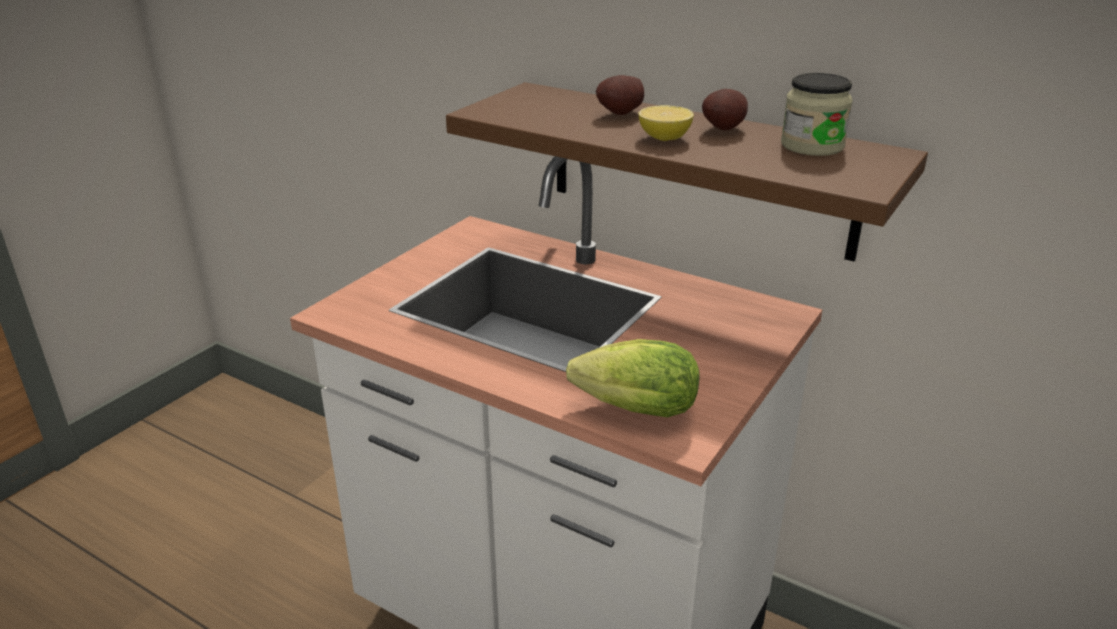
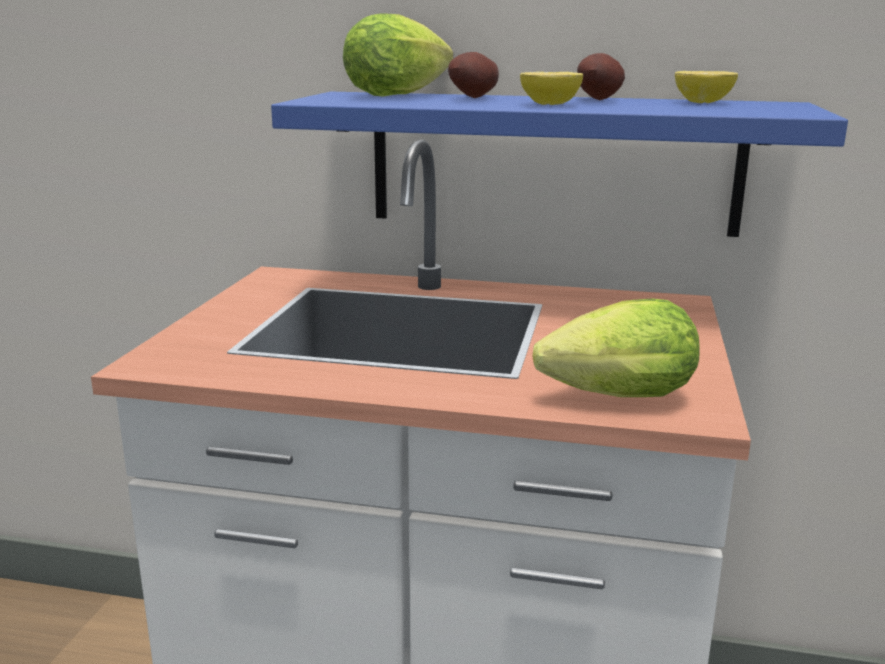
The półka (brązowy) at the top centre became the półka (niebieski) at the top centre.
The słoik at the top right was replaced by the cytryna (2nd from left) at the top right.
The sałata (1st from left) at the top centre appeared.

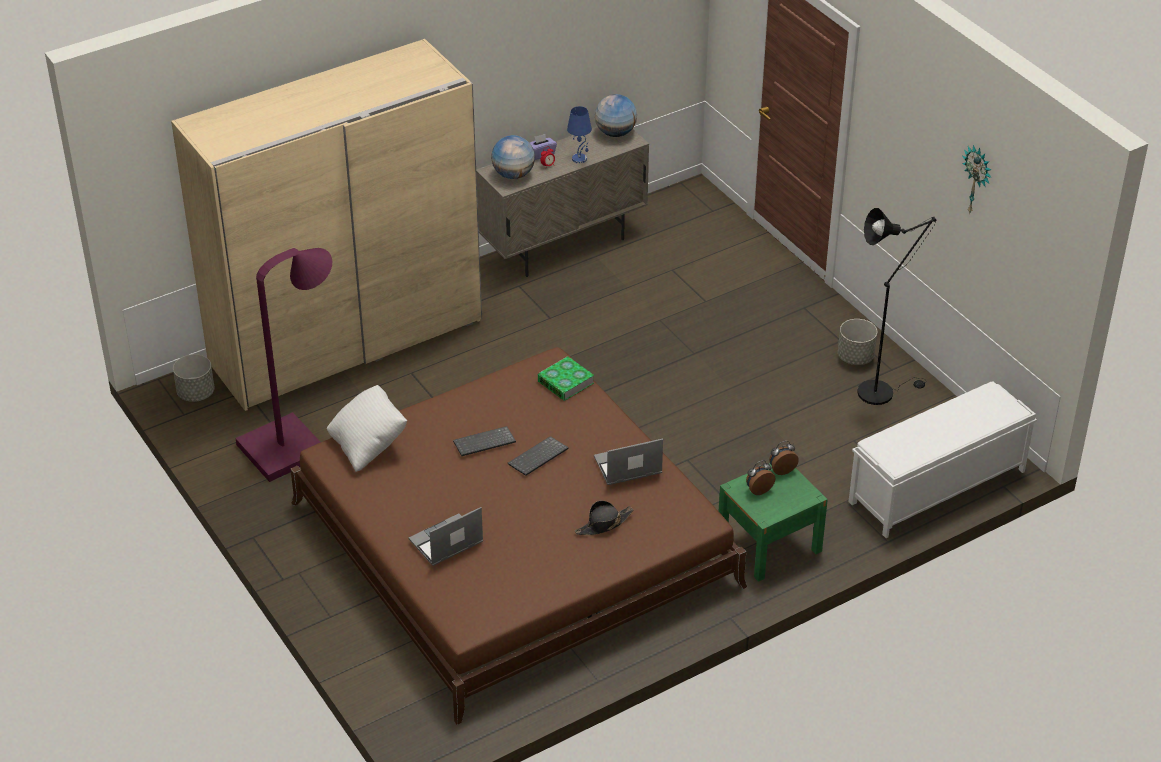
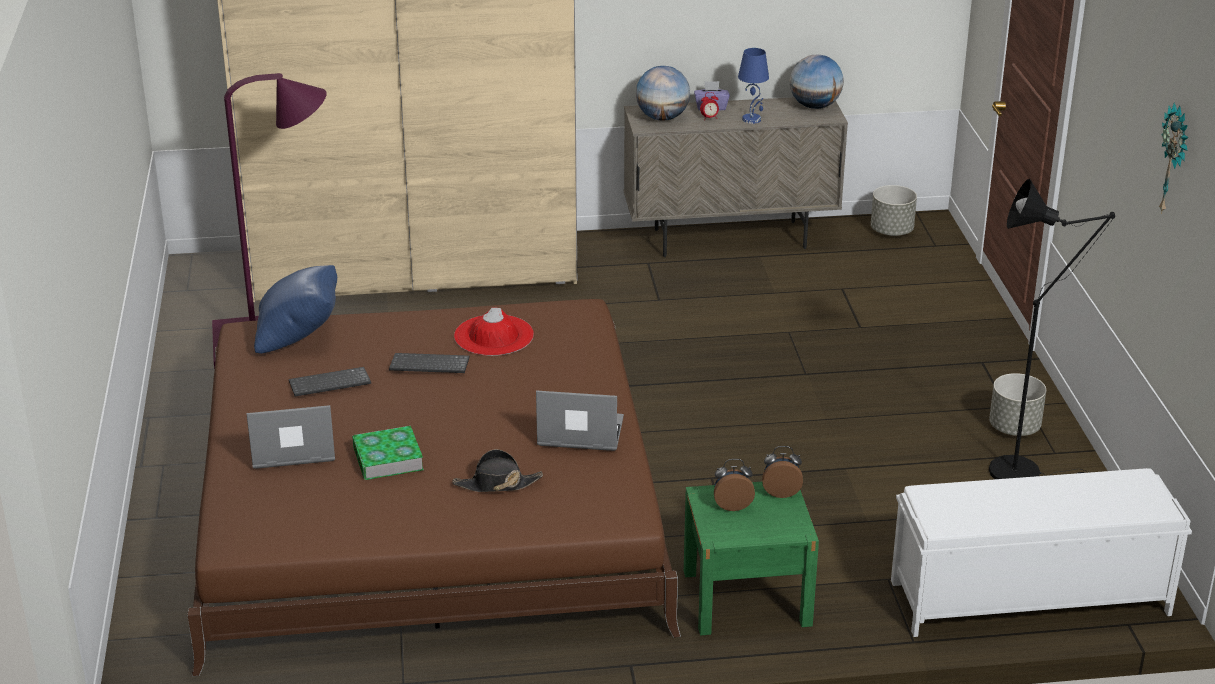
The donica (szary) (1st from left) moved from the middle left to the top right.
The poduszka (biały) at the middle left became the poduszka (niebieski) at the middle left.
The klawiatura (2nd from left in the first image) moved from the centre to the middle left.
The książka moved from the centre to the middle left.
The kapelusz (czerwony) at the centre appeared.

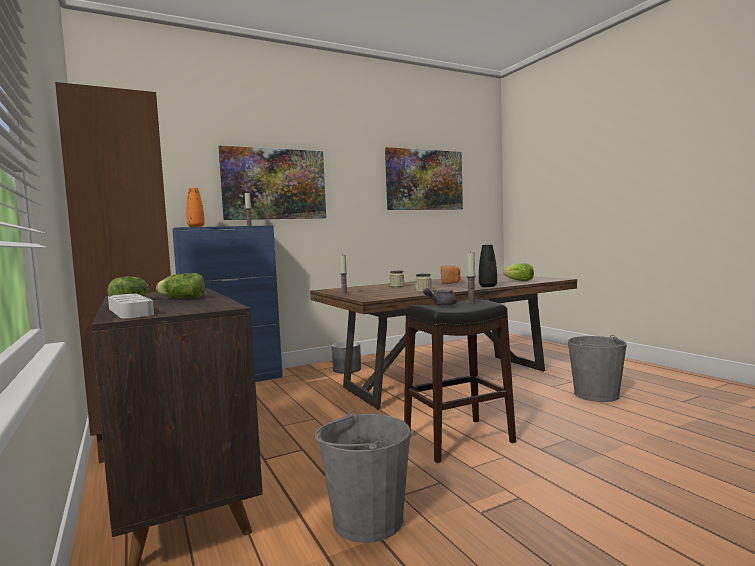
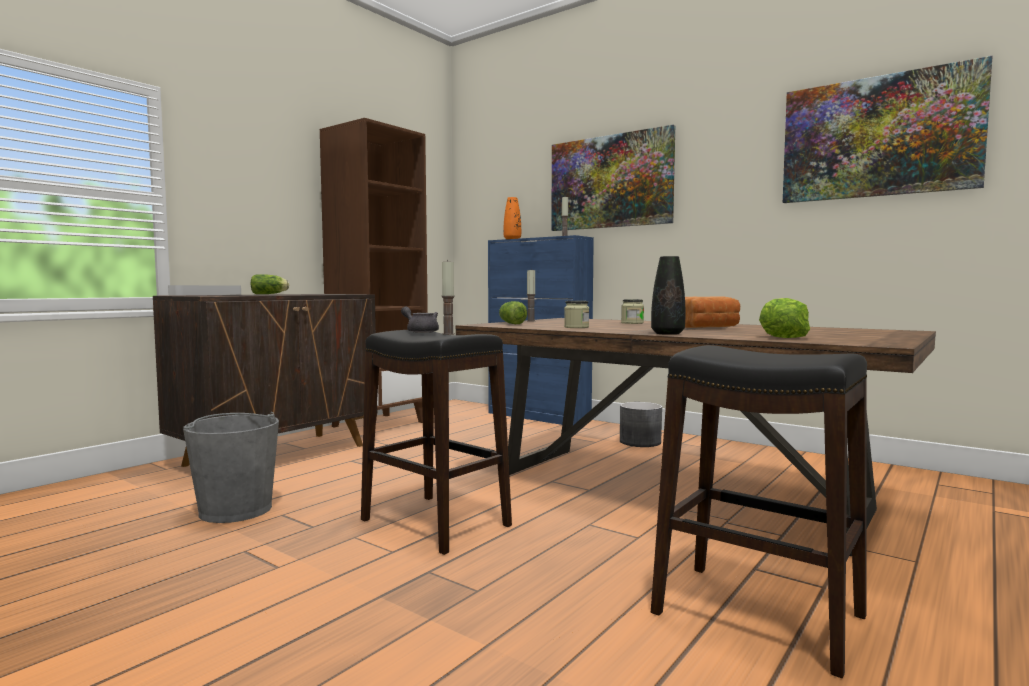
The sałata (2nd from left) moved from the middle left to the centre.
The wiadro (szary) (2nd from left) at the middle right was replaced by the stołek (czarny) (2nd from left) at the bottom right.

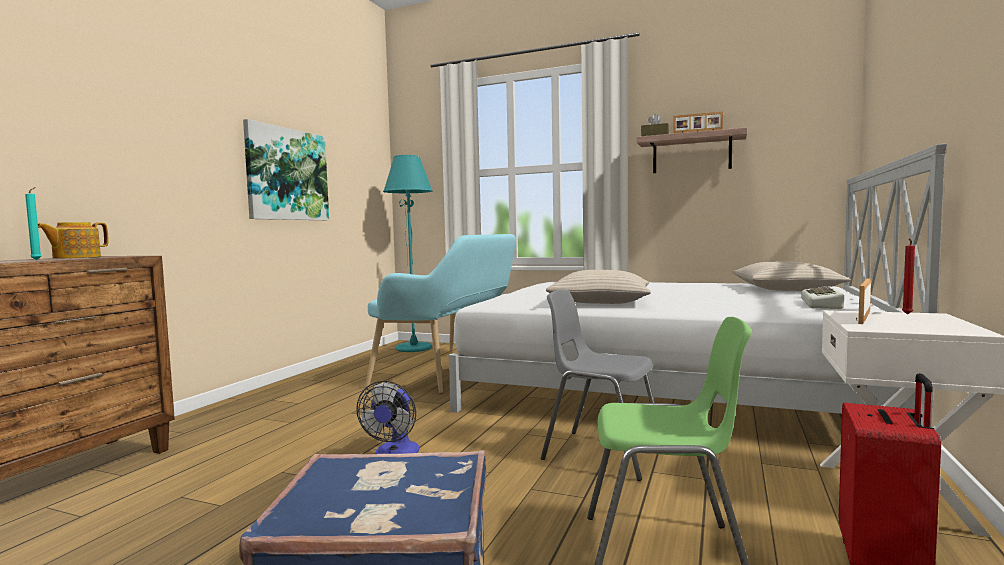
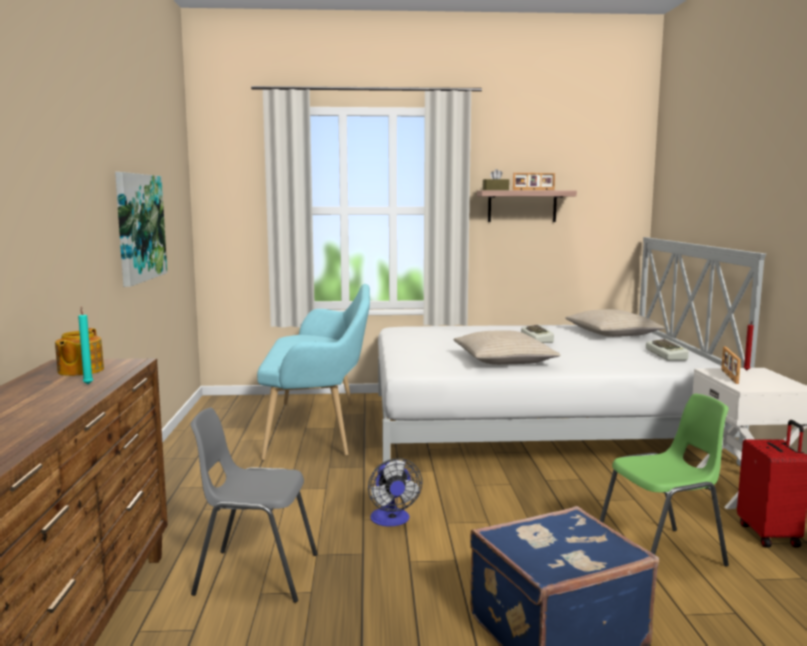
The lampa stojąca (turkusowy) at the centre disappeared.
The krzesło (szary) moved from the bottom centre to the bottom left.
The klawiatura (1st from left) at the centre appeared.

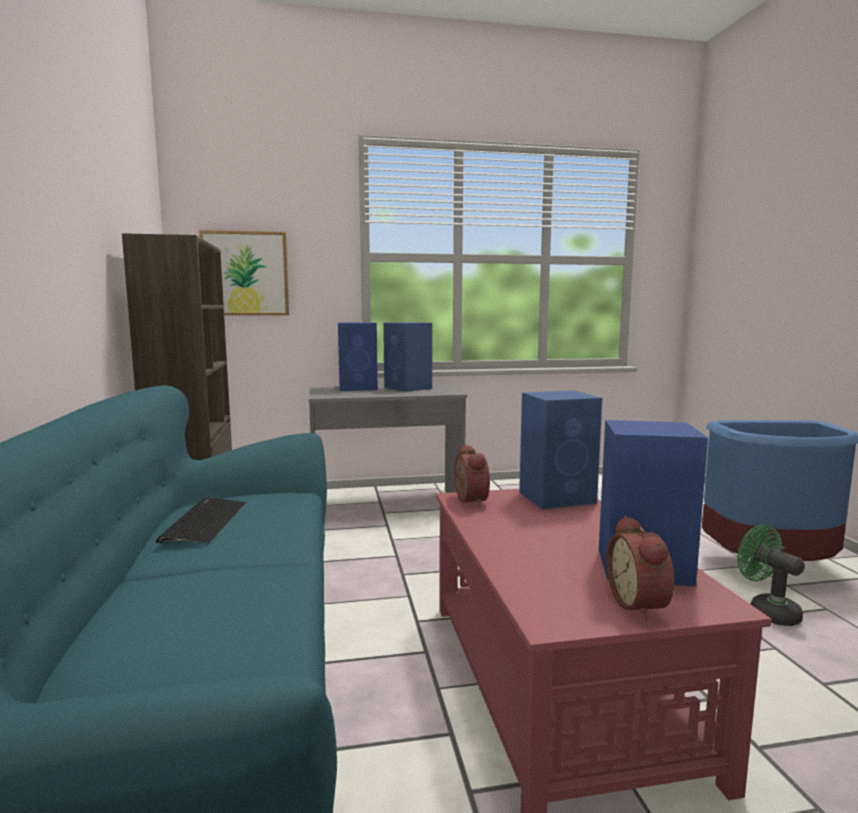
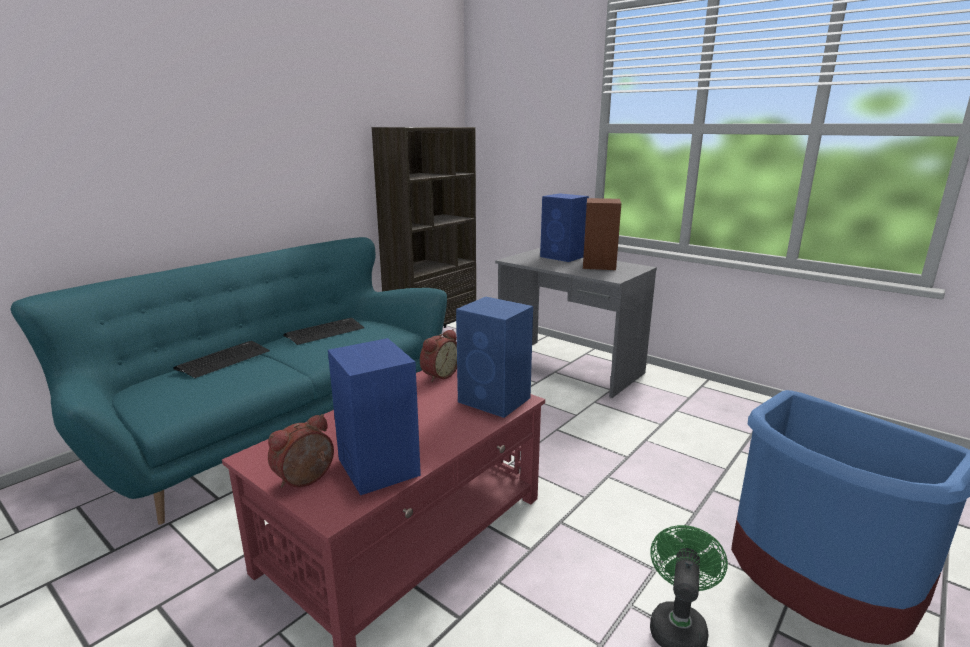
The obraz at the middle left disappeared.
The głośnik (niebieski) (2nd from left) at the centre became the głośnik (brązowy) at the centre.
The klawiatura (1st from left) at the middle left appeared.

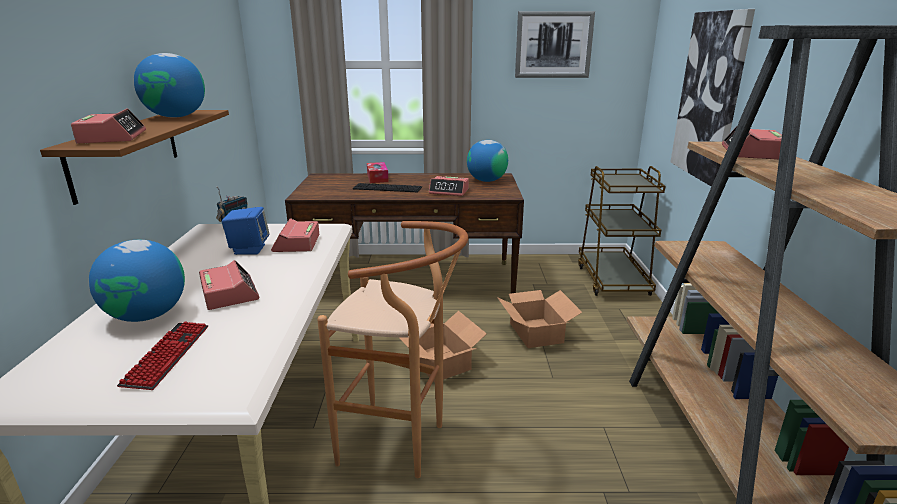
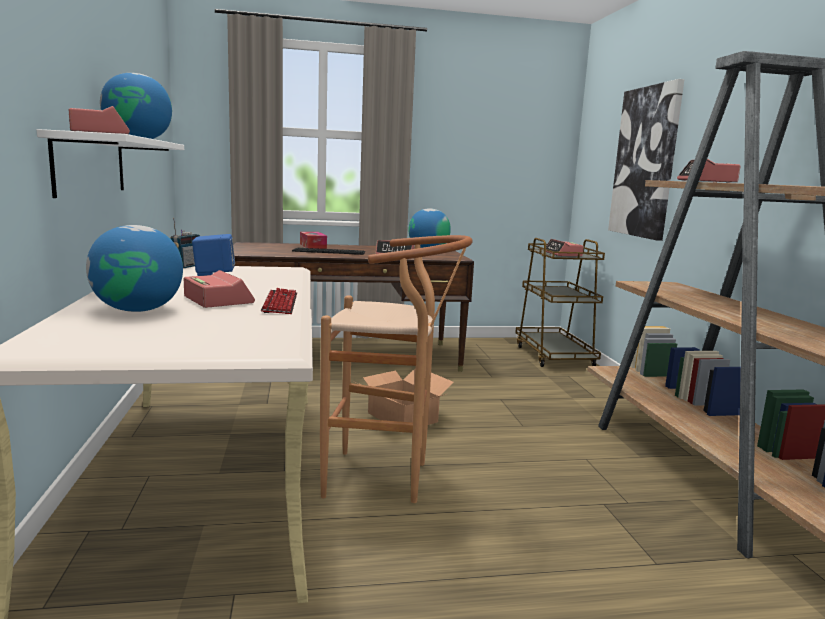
The półka (brązowy) at the top left became the półka (biały) at the top left.
The klawiatura (1st from left) moved from the bottom left to the centre.
The budzik (3rd from left in the first image) moved from the middle left to the middle right.
The karton (2nd from left) at the centre disappeared.
The obraz (1st from left) at the top centre disappeared.

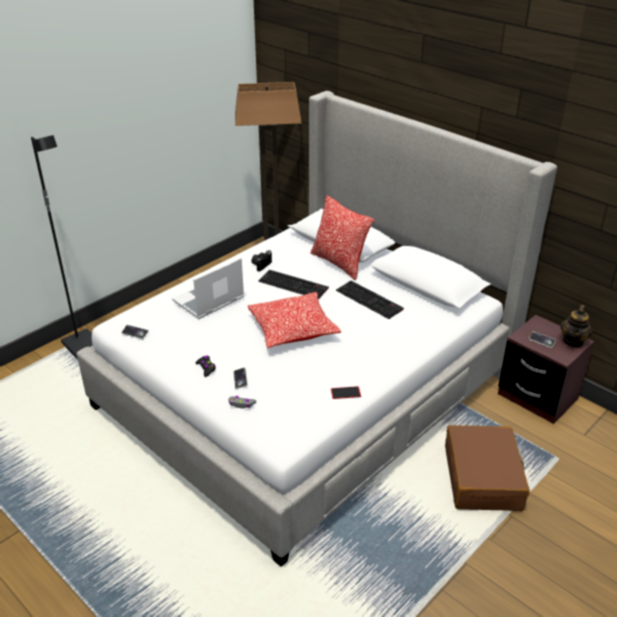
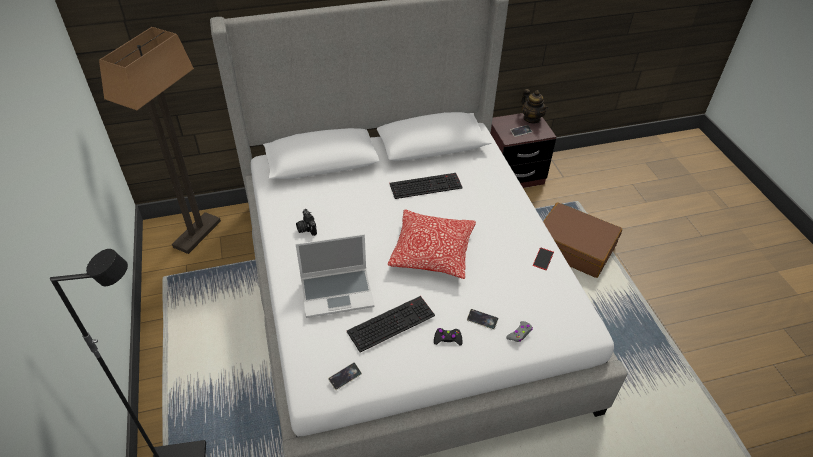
The laptop at the centre turned 90 degrees counterclockwise.
The klawiatura (1st from left) moved from the centre to the bottom centre.
The poduszka (2nd from left) at the centre disappeared.

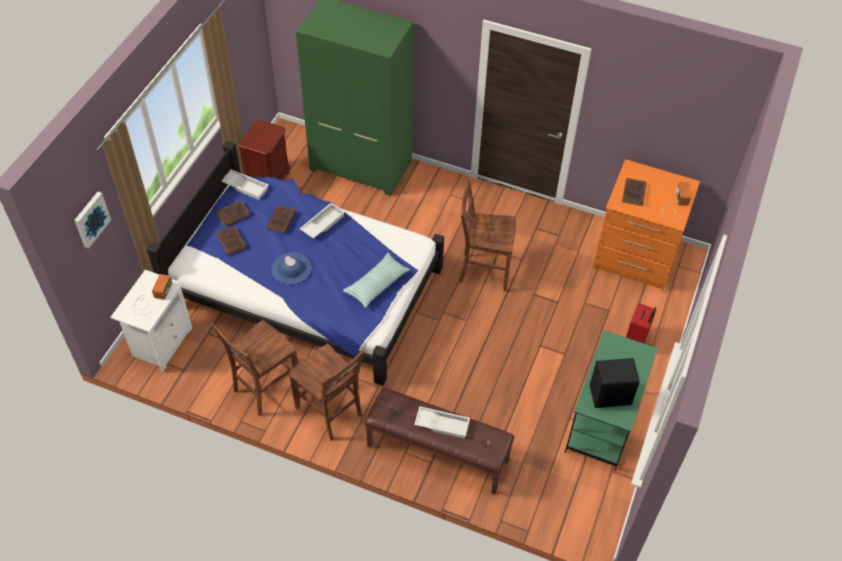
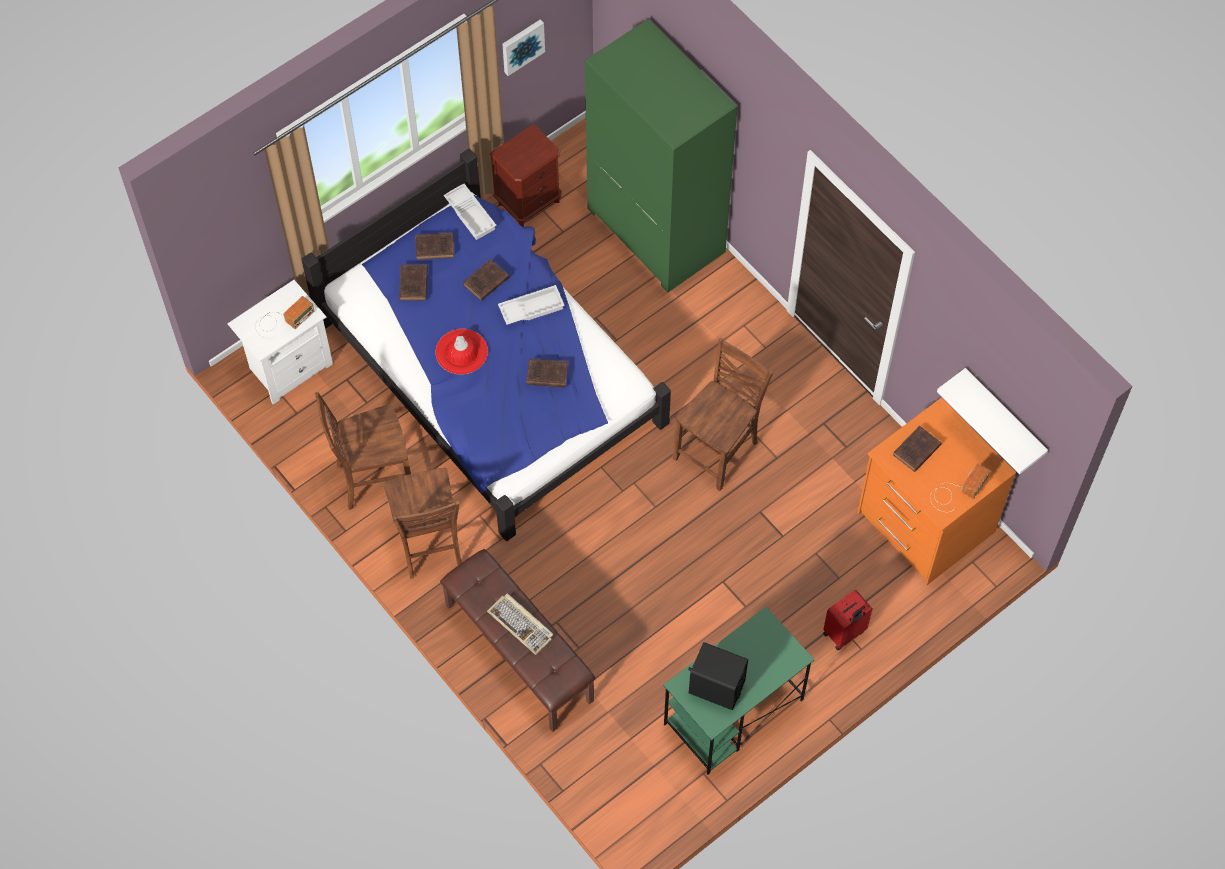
The obraz moved from the middle left to the top centre.
The kapelusz (niebieski) at the centre became the kapelusz (czerwony) at the centre.
The poduszka at the centre disappeared.
The taca (biały) (3rd from left) at the bottom centre was replaced by the klawiatura at the bottom centre.
The krzesło (brązowy) (3rd from left) at the centre turned 90 degrees clockwise.
The książka (brązowy) (4th from left) at the centre appeared.
The półka (biały) at the middle right appeared.

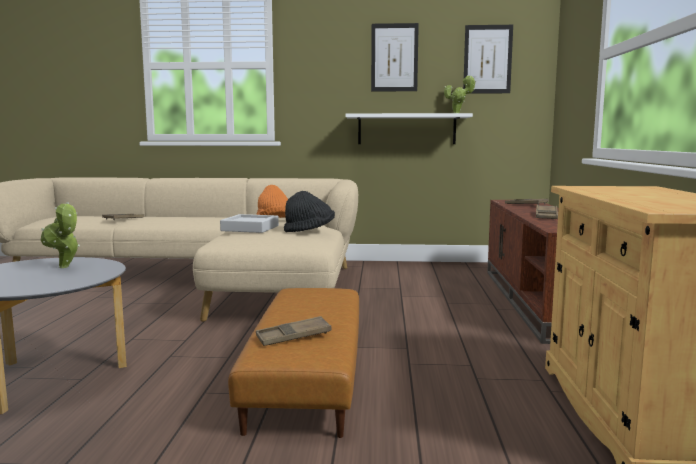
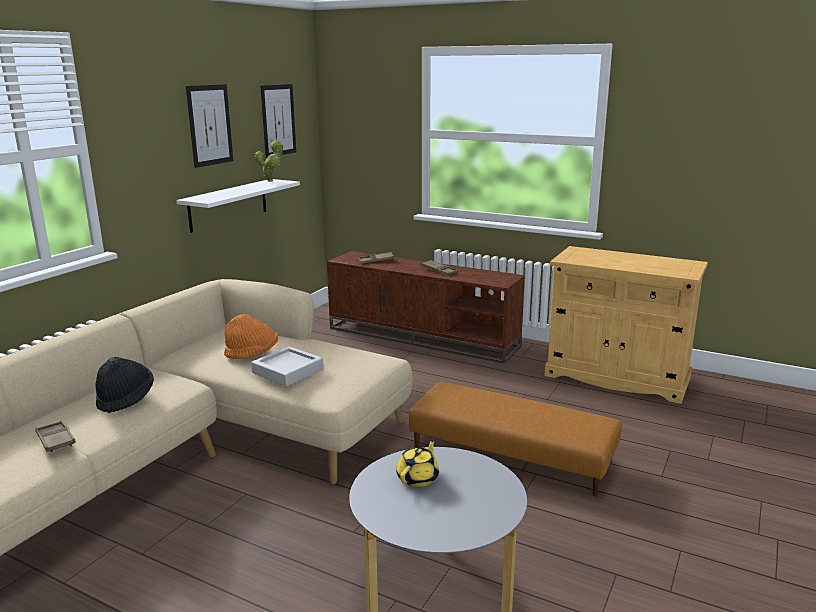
The roślina doniczkowa (1st from left) at the middle left was replaced by the imbryk (żółty) at the bottom centre.
The taca (brązowy) (2nd from left) at the bottom centre disappeared.
The kapelusz (czarny) moved from the centre to the middle left.

